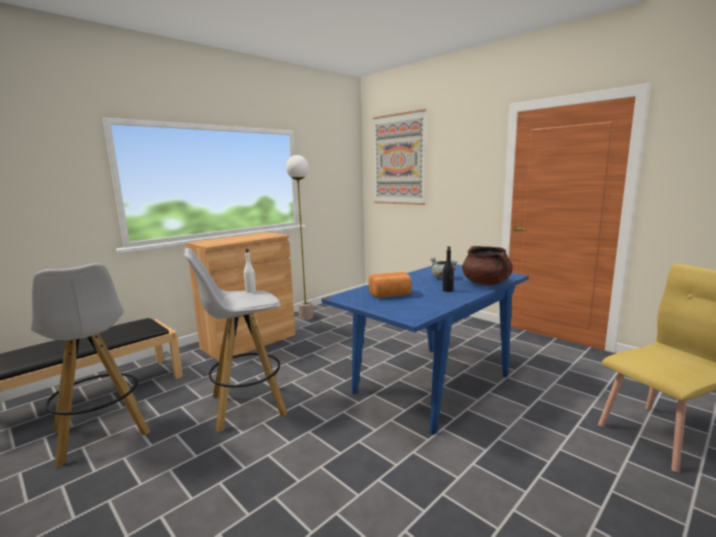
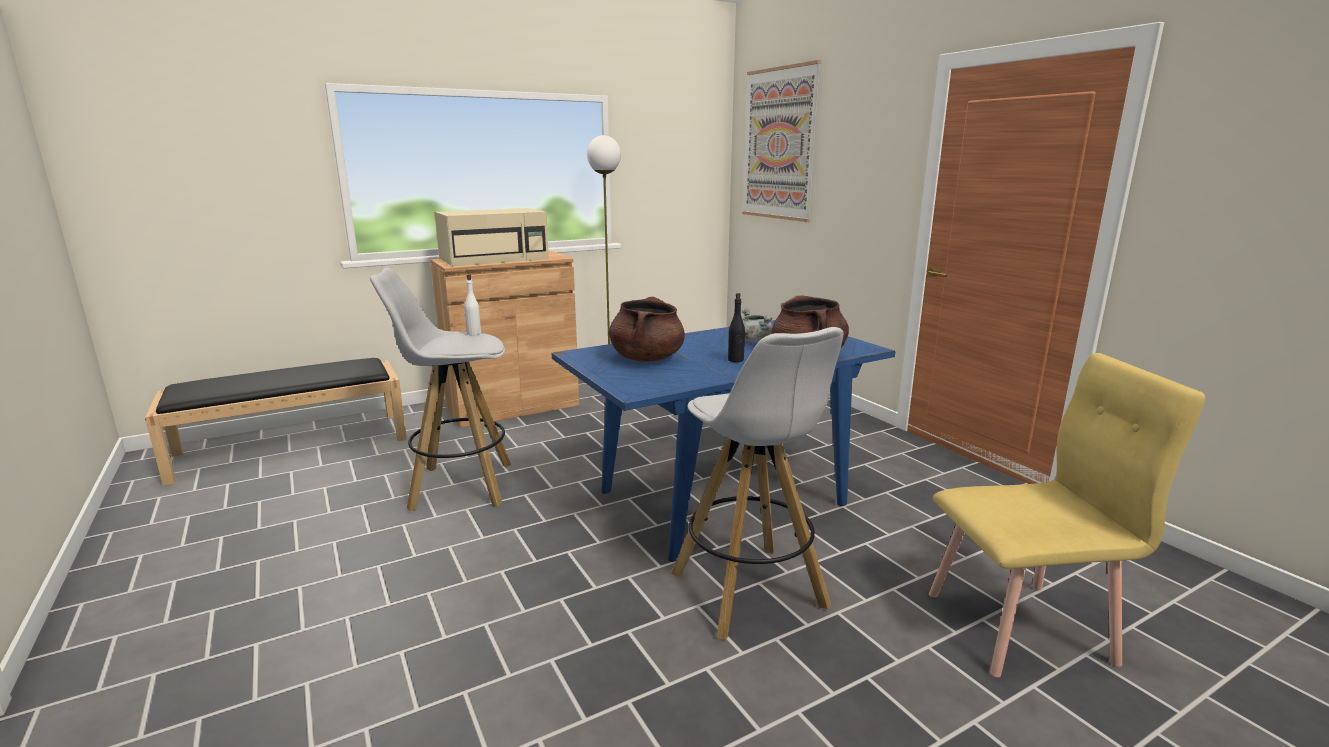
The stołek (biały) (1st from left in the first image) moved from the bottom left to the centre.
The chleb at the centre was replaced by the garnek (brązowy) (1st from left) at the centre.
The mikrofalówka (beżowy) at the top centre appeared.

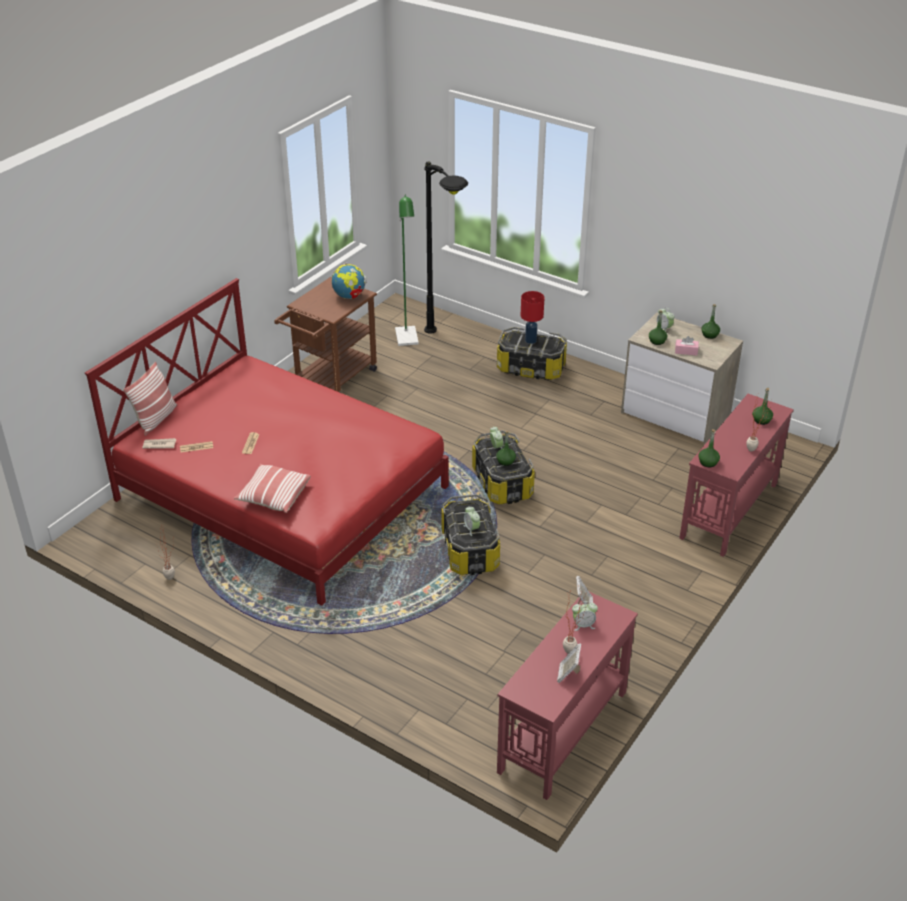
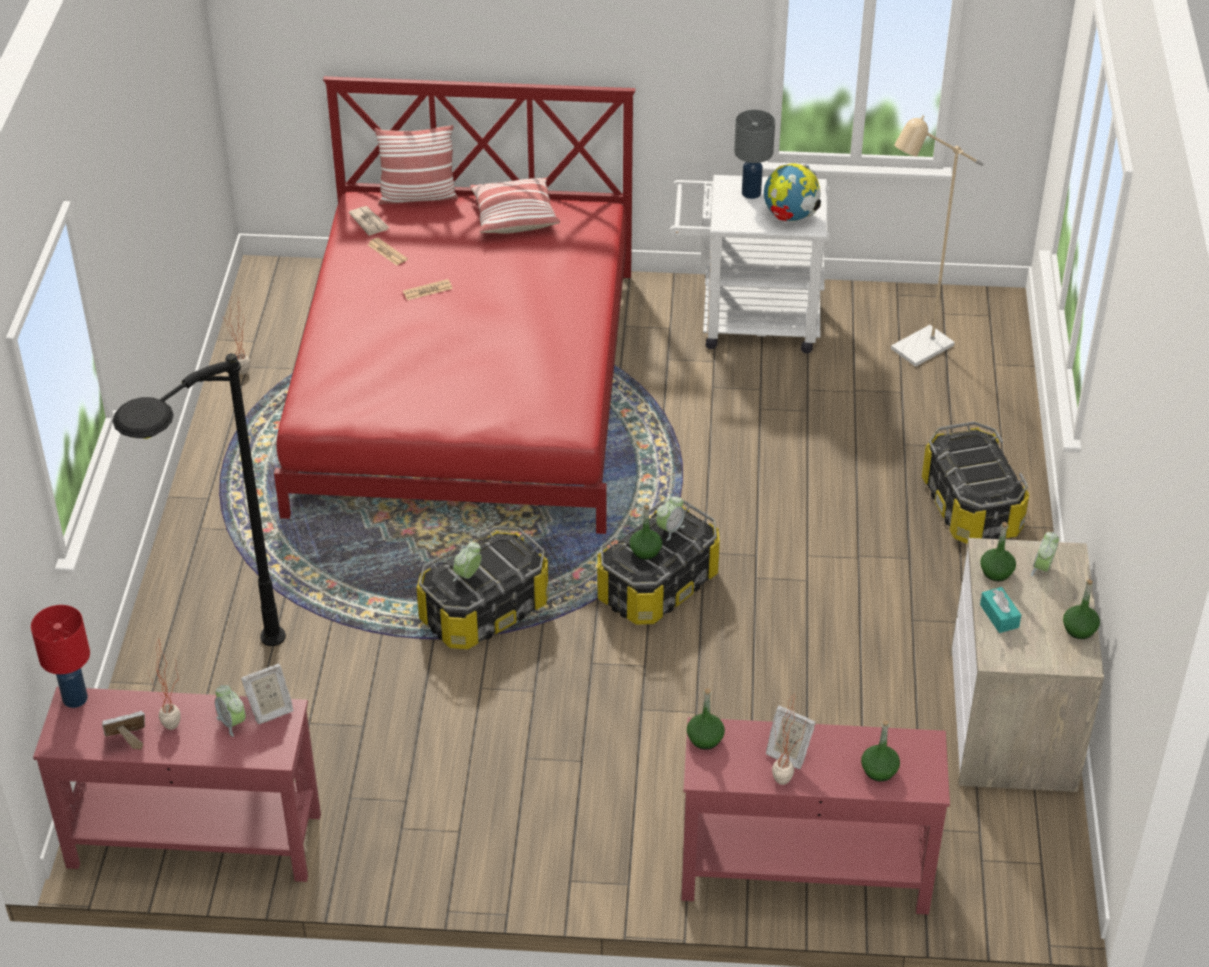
The poduszka (2nd from left) moved from the middle left to the top centre.
The wózek (brązowy) at the centre became the wózek (biały) at the top centre.
The lampa stojąca (zielony) at the top centre became the lampa stojąca (beżowy) at the top right.
The lampa stojąca (czarny) moved from the top centre to the middle left.
The lampa stołowa (czerwony) moved from the centre to the bottom left.
The pudełko chusteczek (różowy) at the middle right became the pudełko chusteczek (turkusowy) at the middle right.
The lampa stołowa (szary) at the top centre appeared.
The ramka na zdjęcie (3rd from left) at the bottom centre appeared.

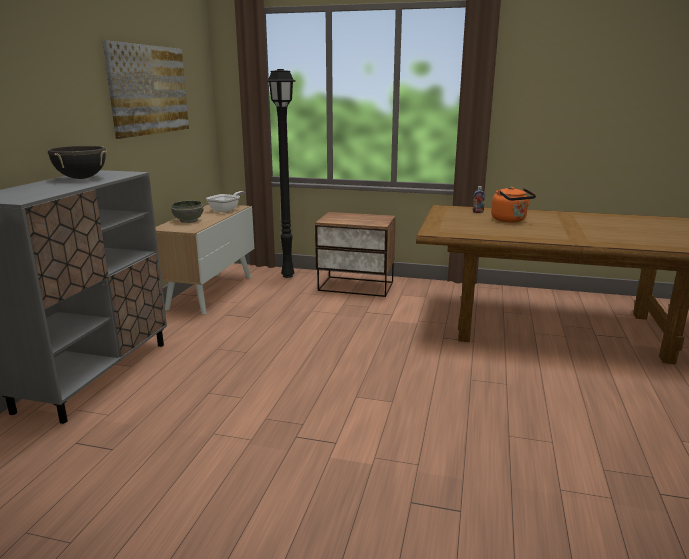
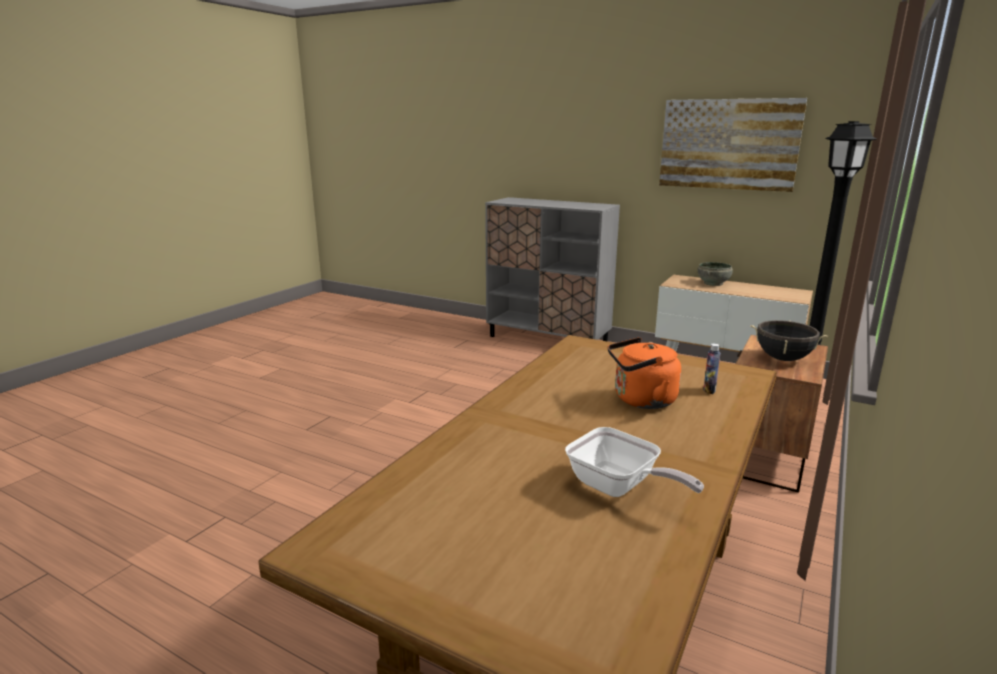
The garnek (czarny) moved from the top left to the middle right.
The patelnia moved from the middle left to the bottom centre.

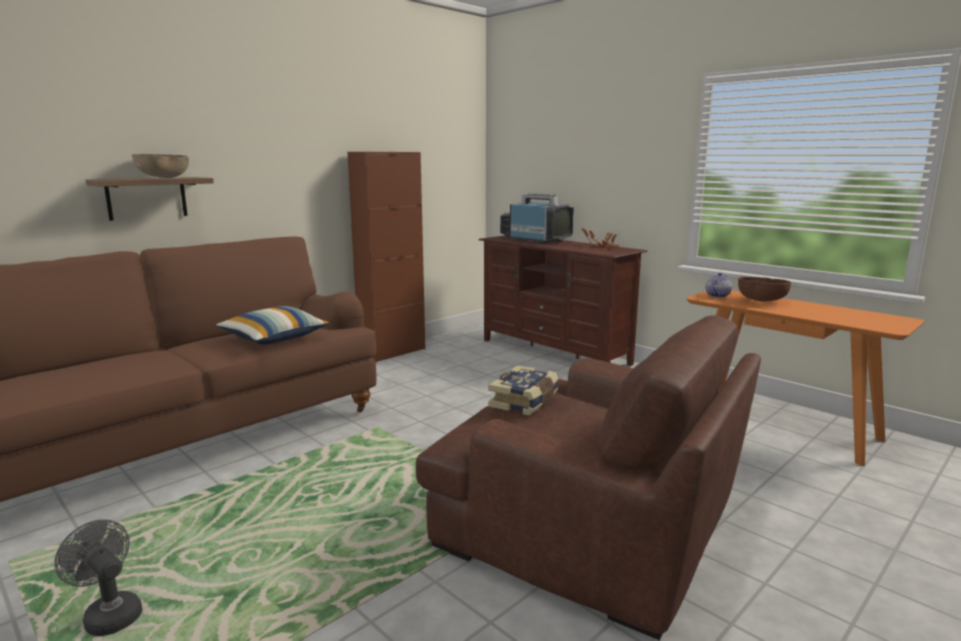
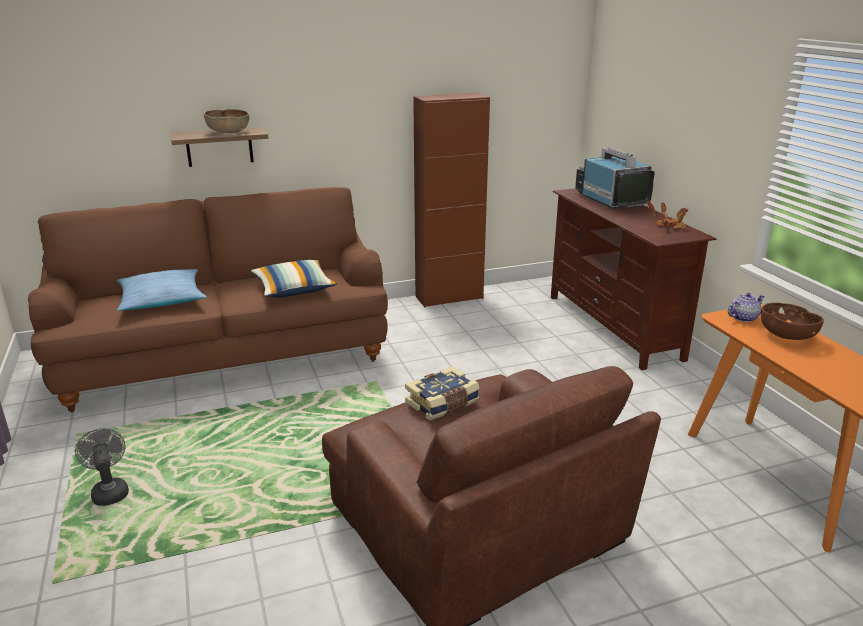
The poduszka (1st from left) at the middle left appeared.

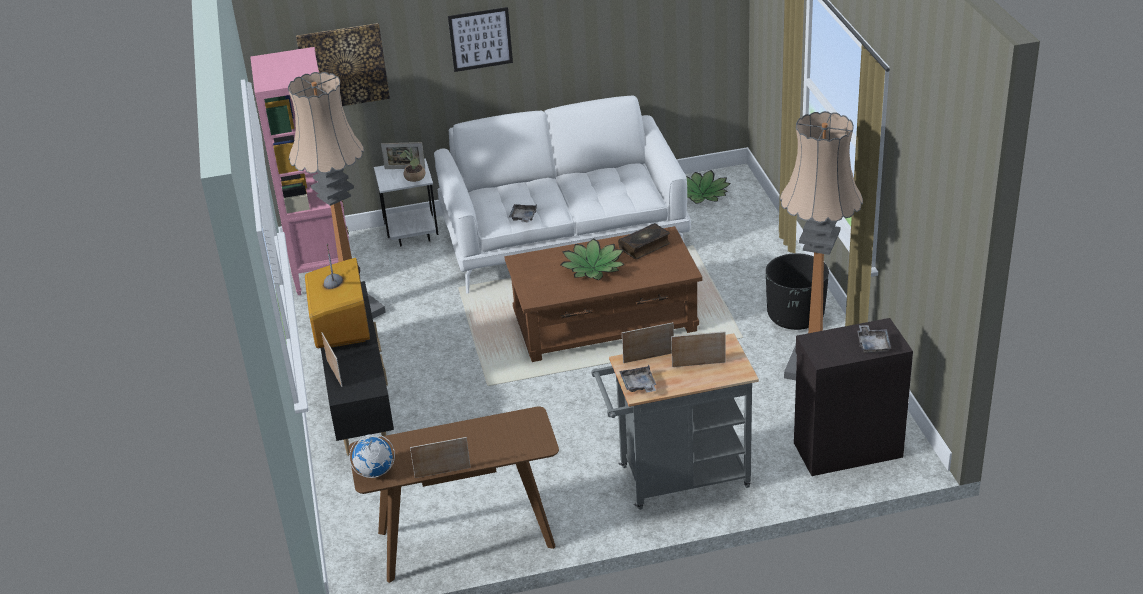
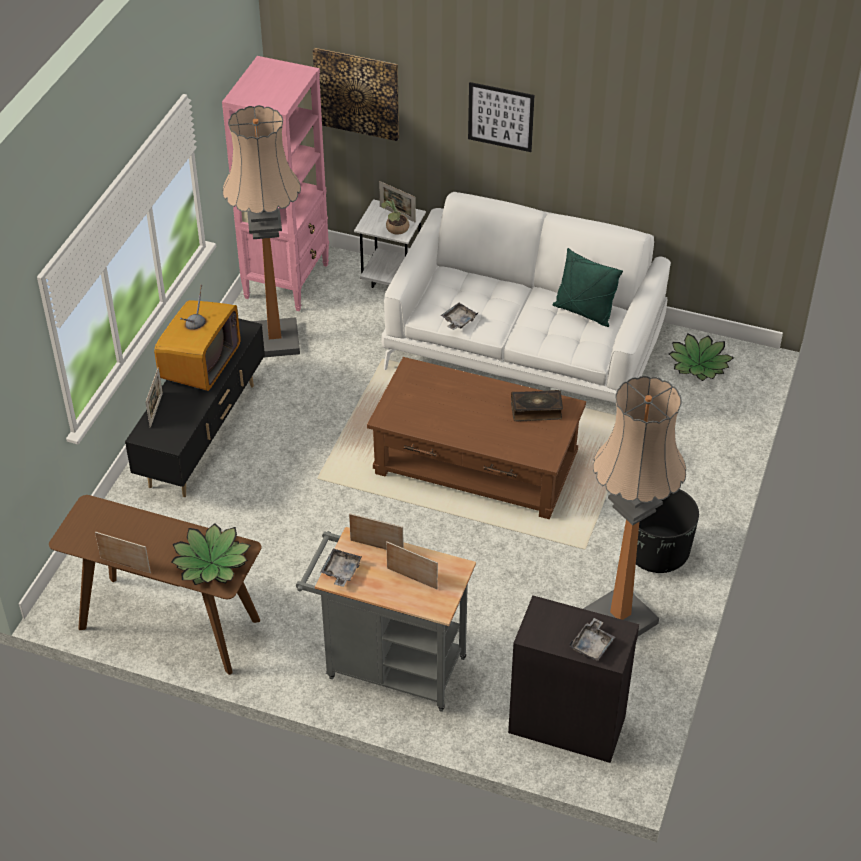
The globus at the bottom left disappeared.
The roślina doniczkowa (2nd from left in the first image) moved from the centre to the middle left.
The poduszka (zielony) at the middle right appeared.

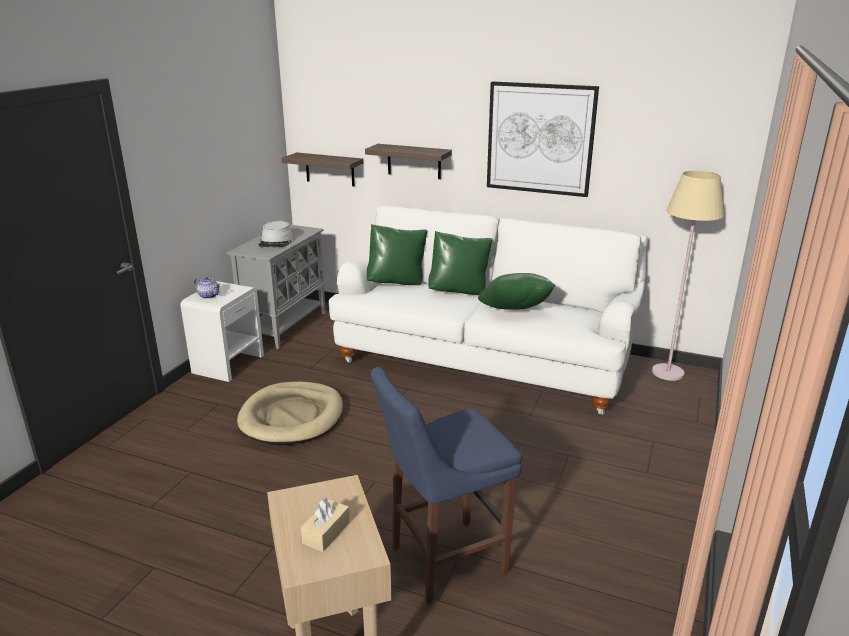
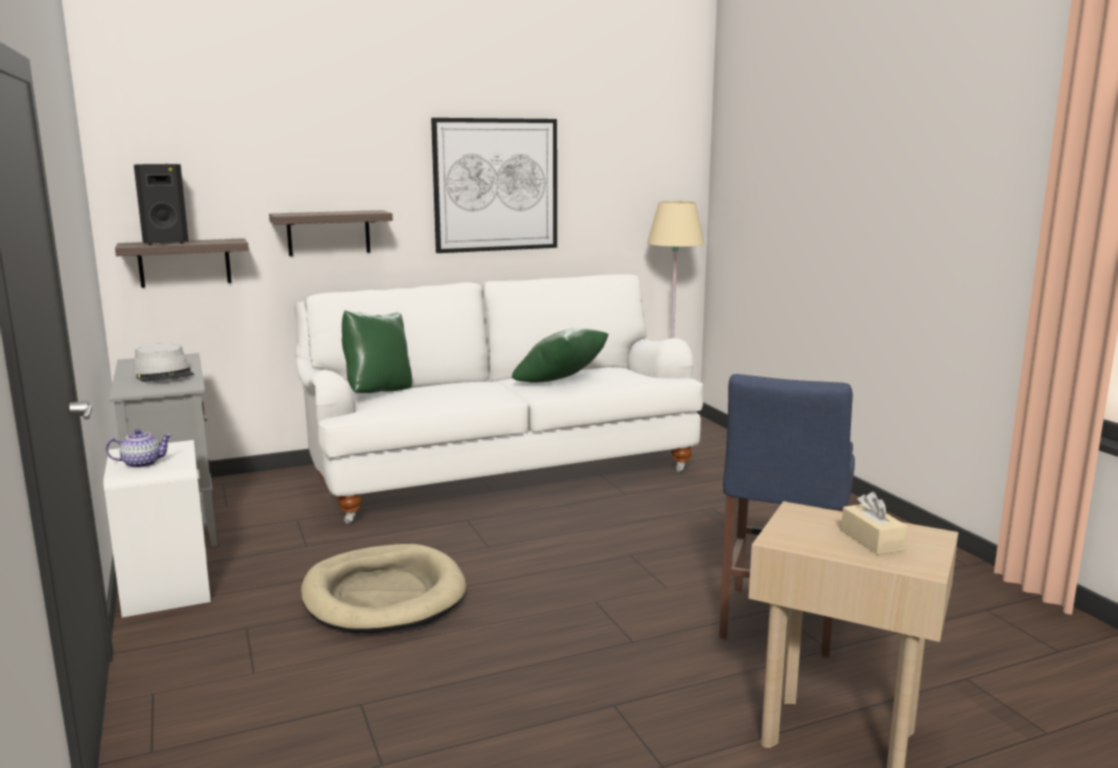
The poduszka (zielony) (2nd from left) at the centre disappeared.
The głośnik (czarny) at the top left appeared.

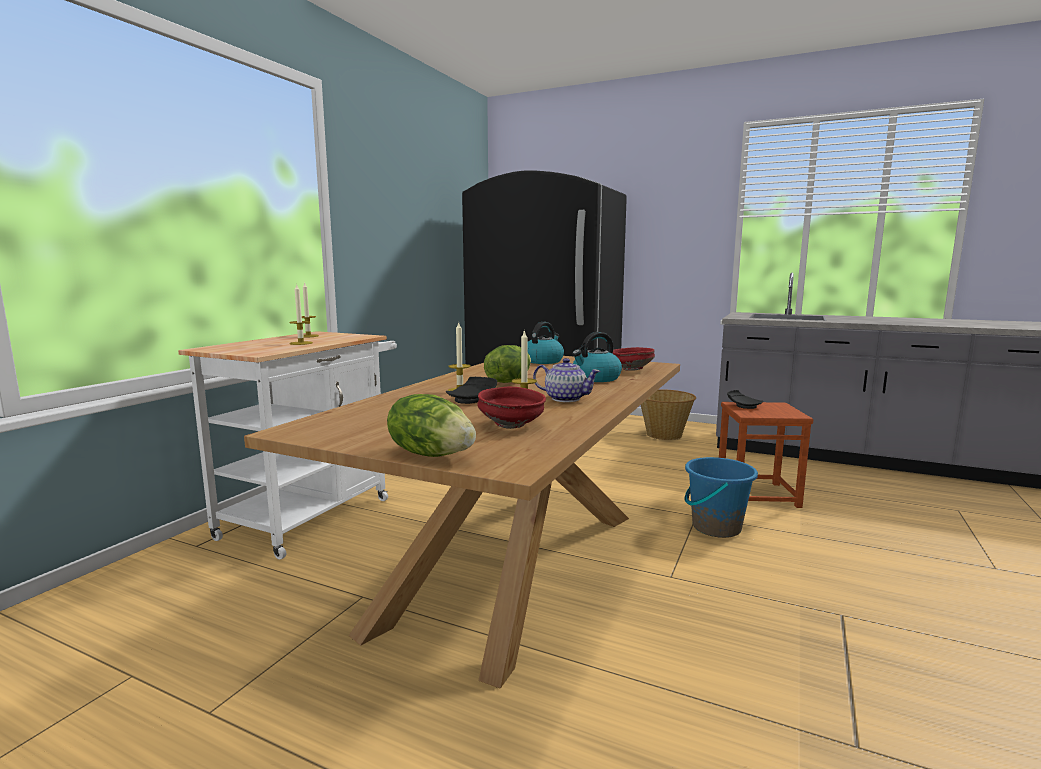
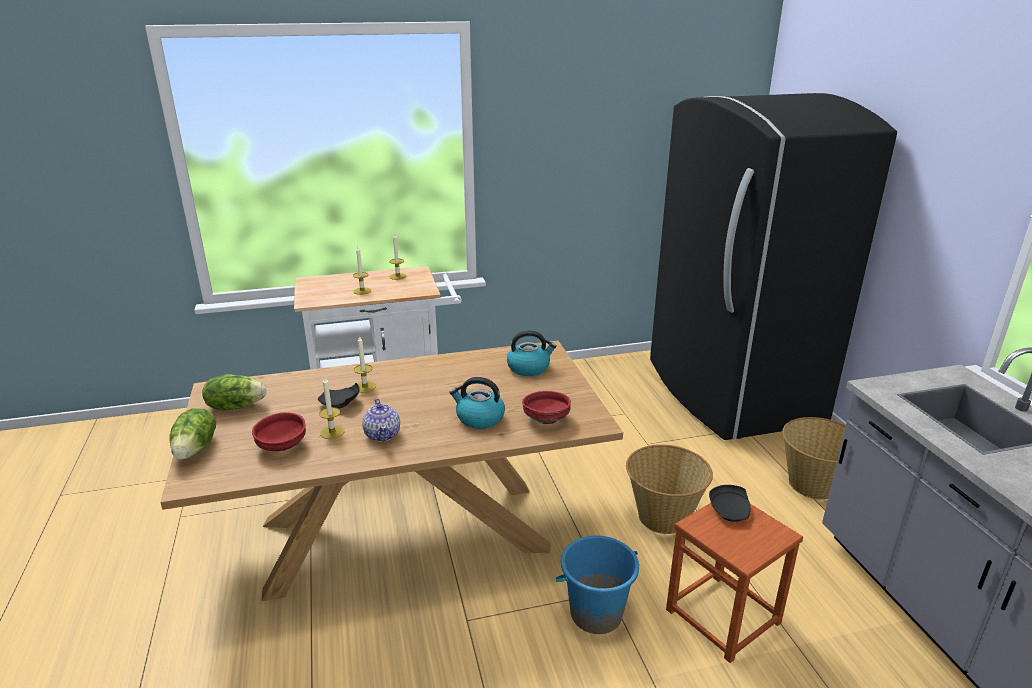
The sałata (2nd from left) moved from the centre to the middle left.
The koszyk (1st from left) at the bottom centre appeared.

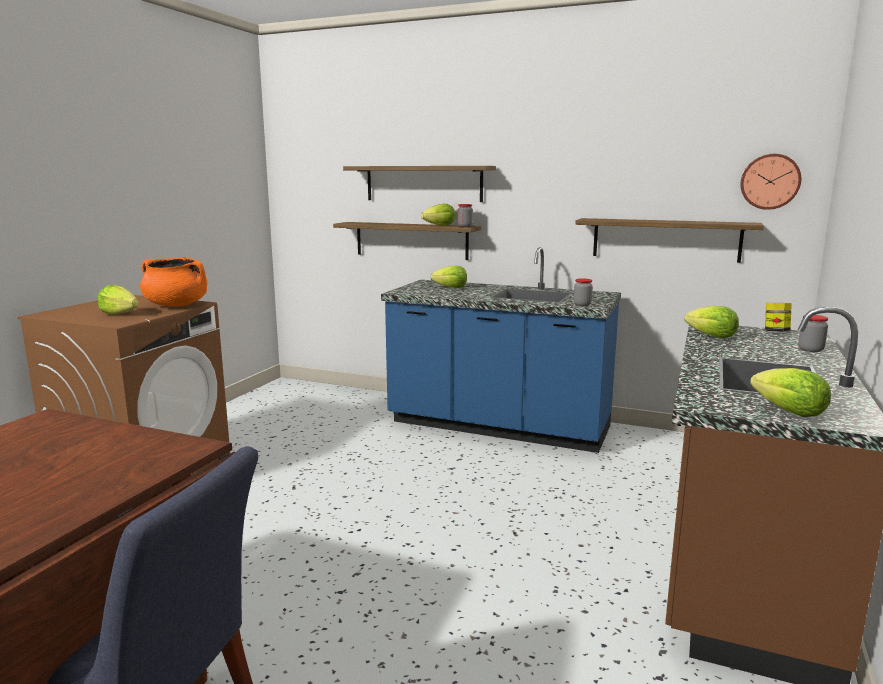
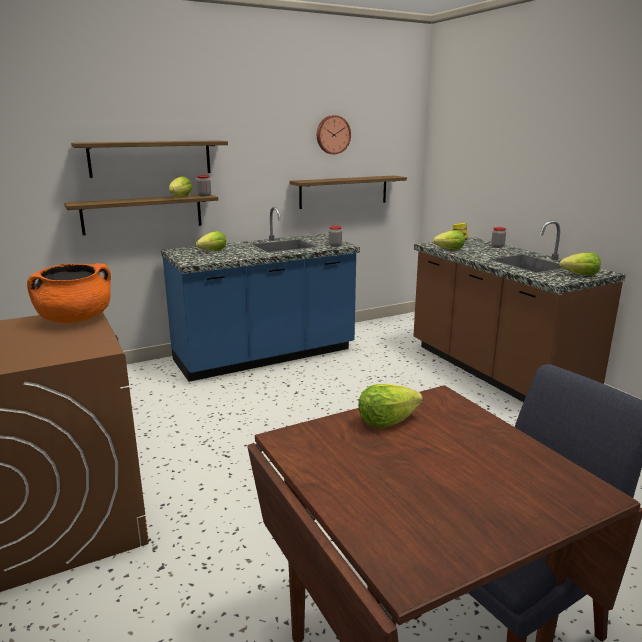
The sałata (1st from left in the first image) moved from the middle left to the centre.
The zegar ścienny moved from the top right to the top centre.

